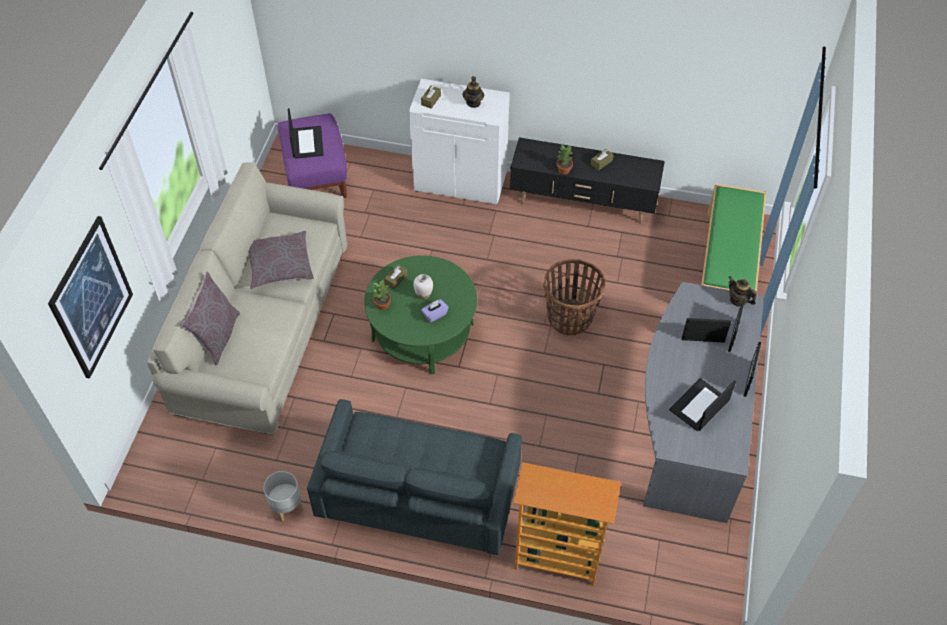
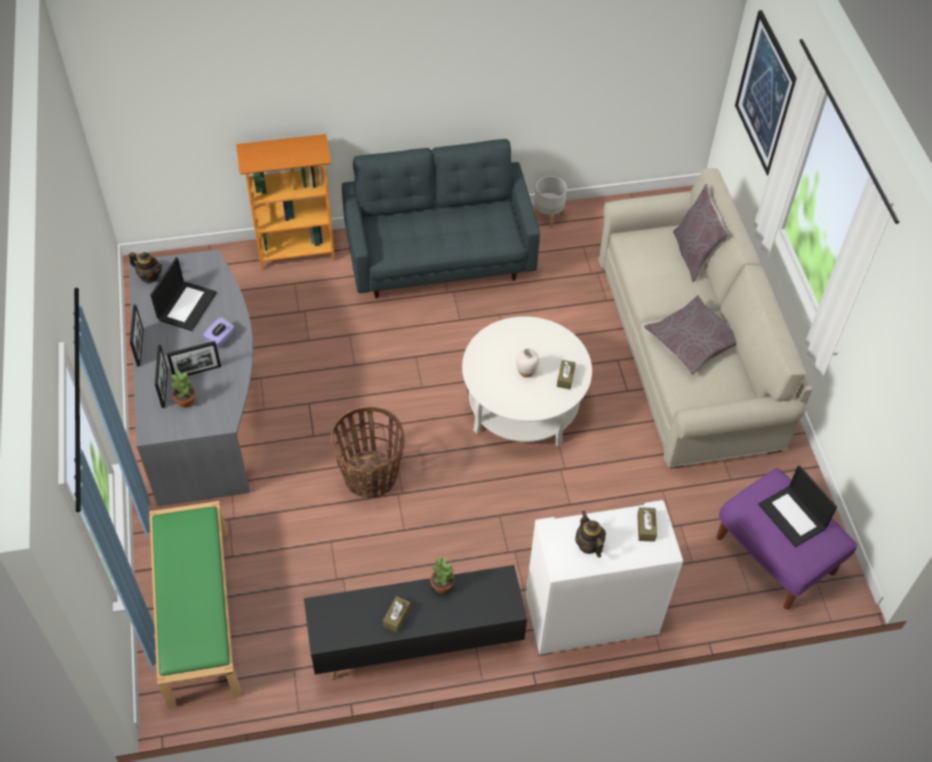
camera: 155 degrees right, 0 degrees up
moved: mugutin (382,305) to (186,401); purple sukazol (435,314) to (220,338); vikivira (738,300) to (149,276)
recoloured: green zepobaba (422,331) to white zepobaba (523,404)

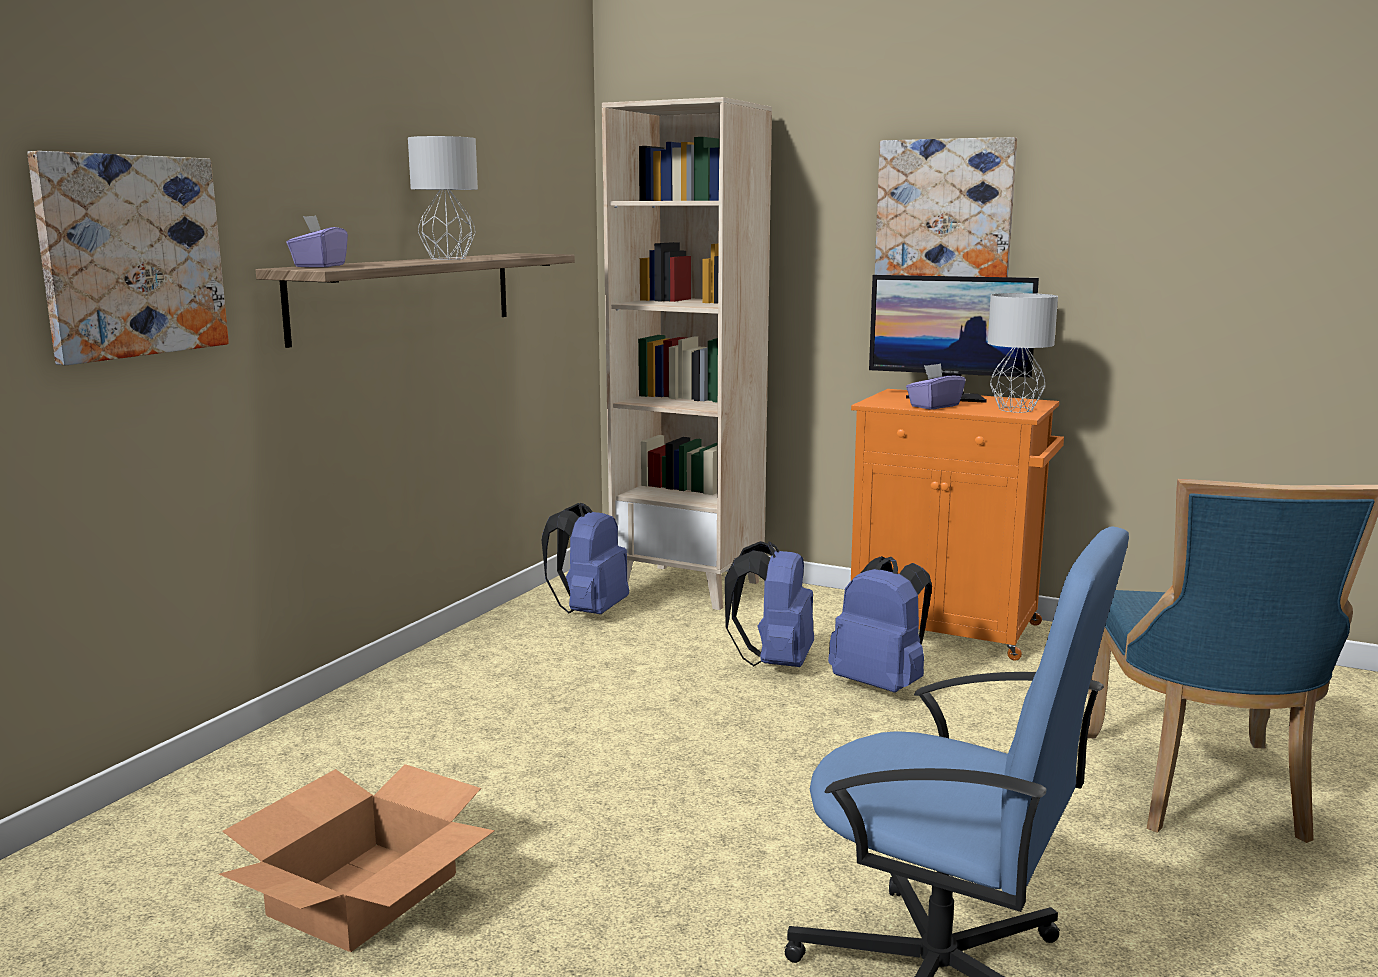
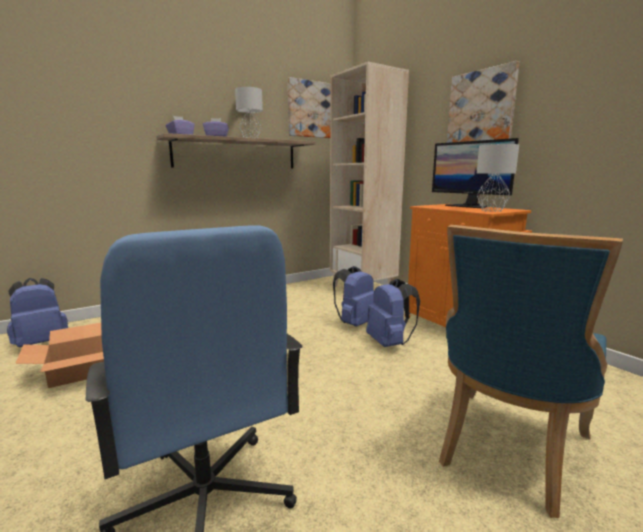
camera: 30 degrees right, 0 degrees up
moved: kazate (131,256) to (310,109); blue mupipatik (589,611) to (42,342); purple sukazol (934,406) to (216,137)

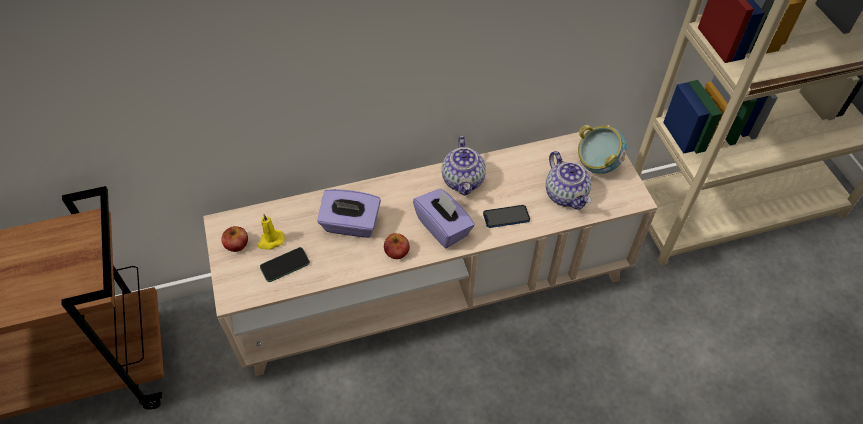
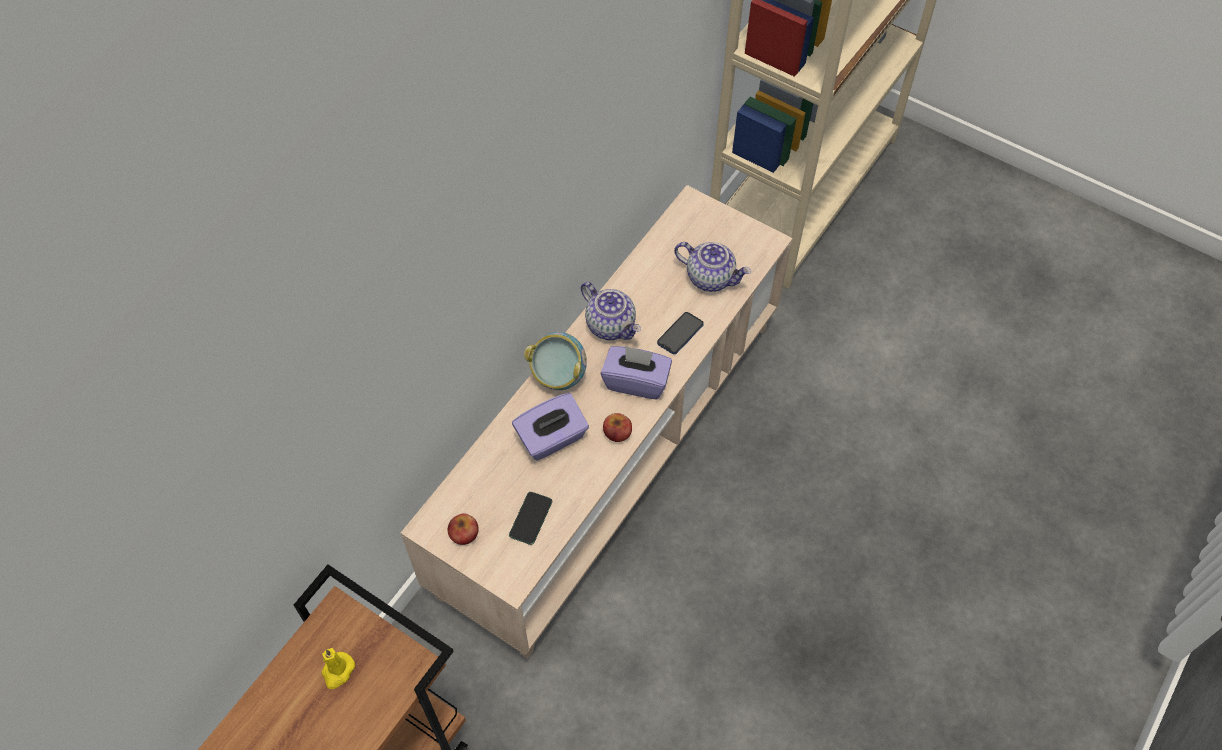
camera: 40 degrees left, 5 degrees up
moved: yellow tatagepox (270,241) to (337,671); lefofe (597,164) to (558,376)

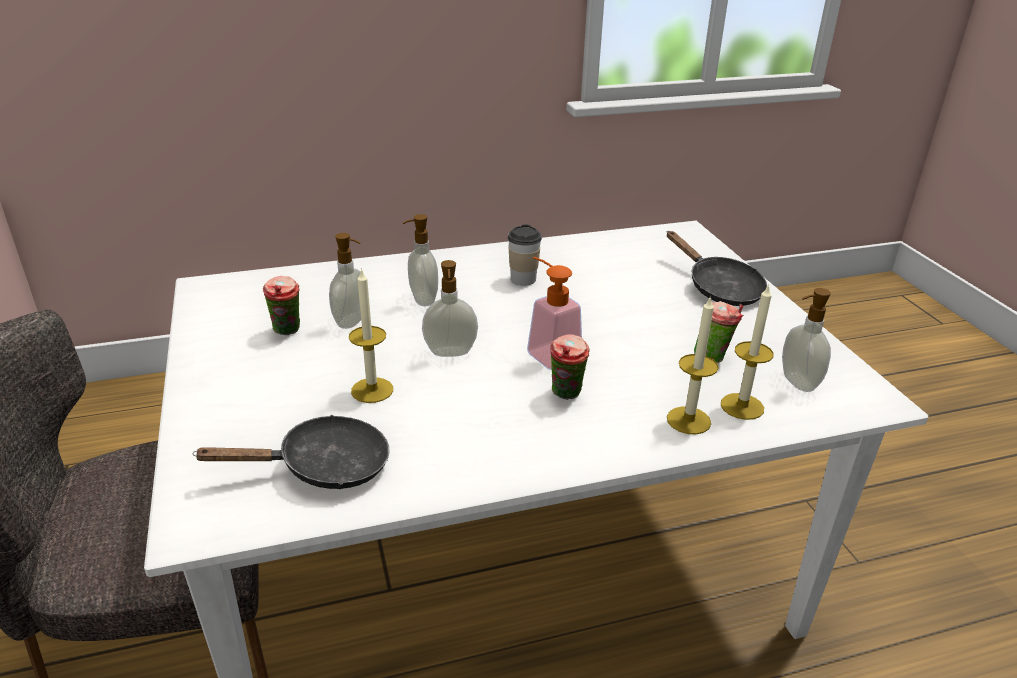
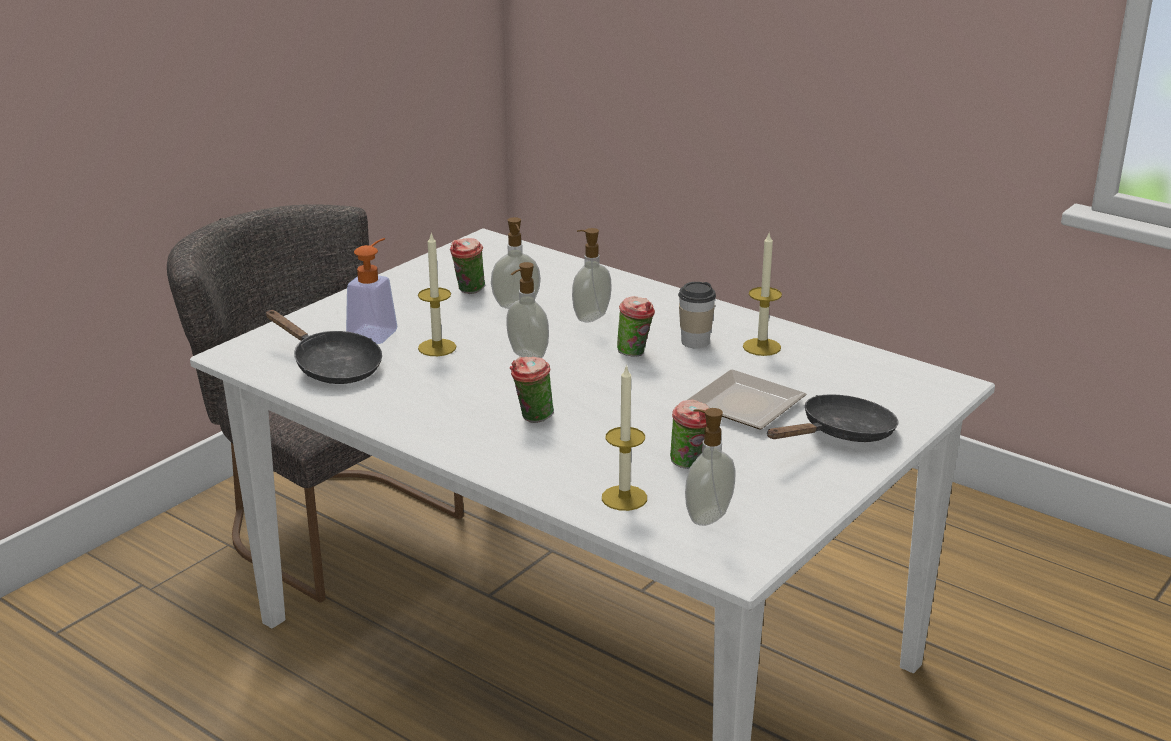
camera: 55 degrees right, 5 degrees down
added: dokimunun (635,354); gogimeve (744,403)
moved: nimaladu (548,352) to (376,331); tatagepox (688,420) to (761,347)
turned: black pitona (719,288) = (841,434) 150 degrees counterclockwise

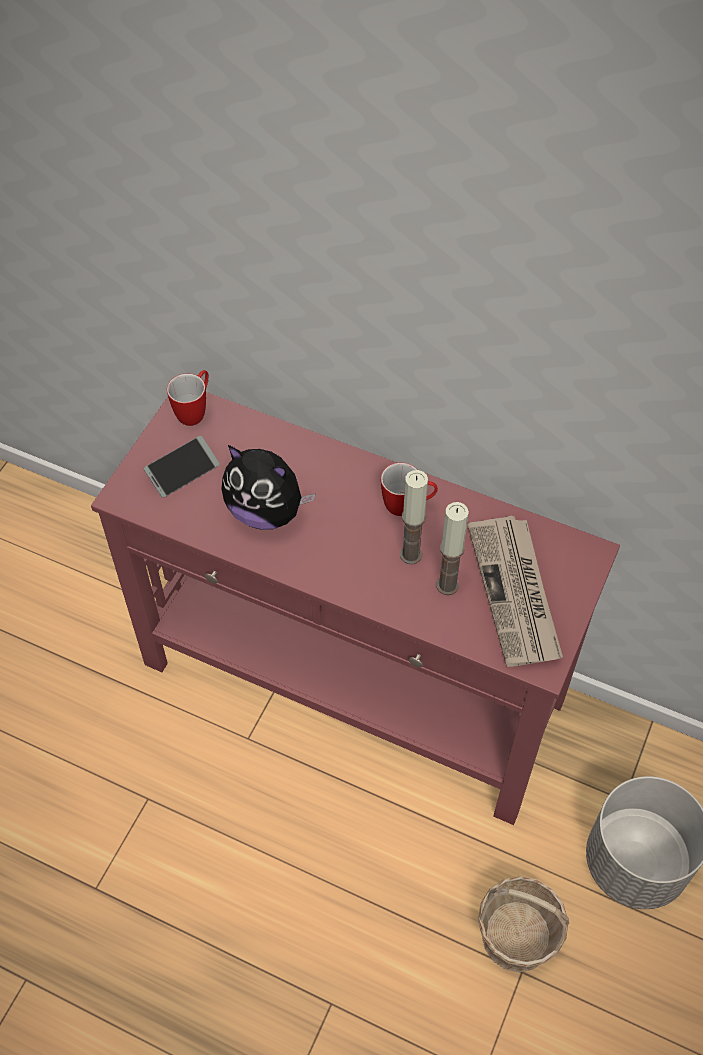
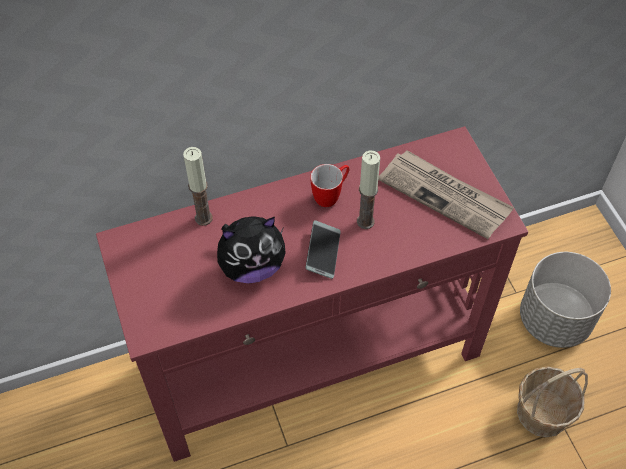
camera: 45 degrees left, 0 degrees up
removed: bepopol (195,411)
moved: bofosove (182,471) to (323,253); tatagepox (447,585) to (203,218)

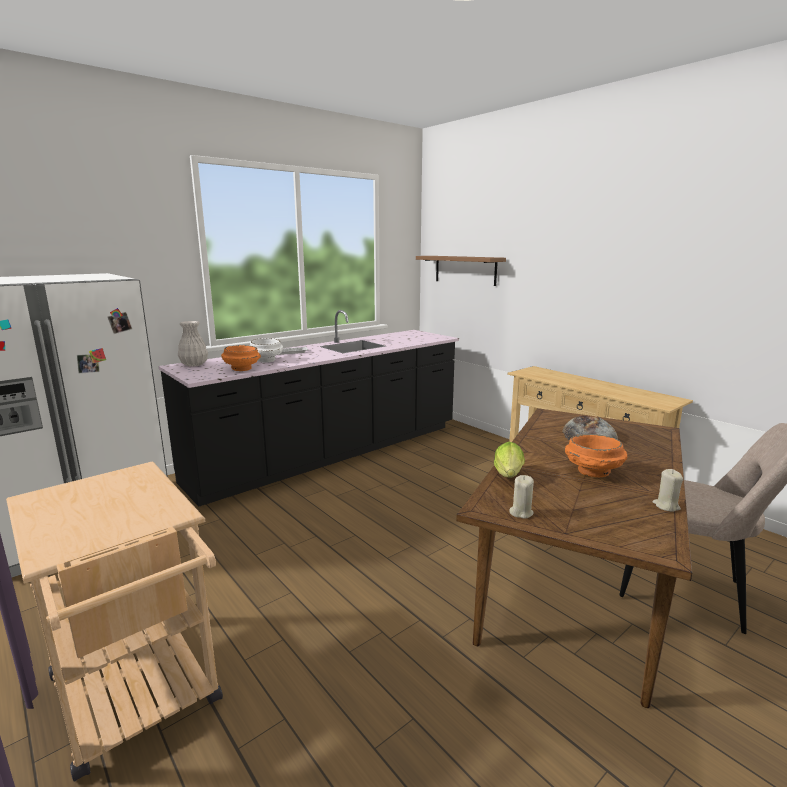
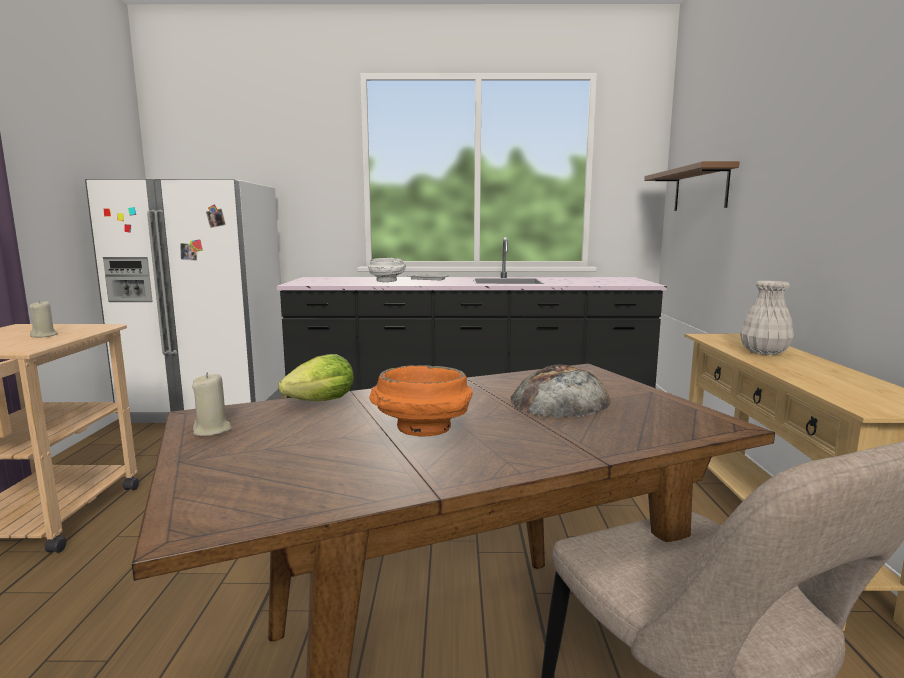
camera: 40 degrees right, 5 degrees down
removed: orange lefofe (242,369)
moved: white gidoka (194,364) to (765,352); beige tatagepox (666,506) to (44,335)

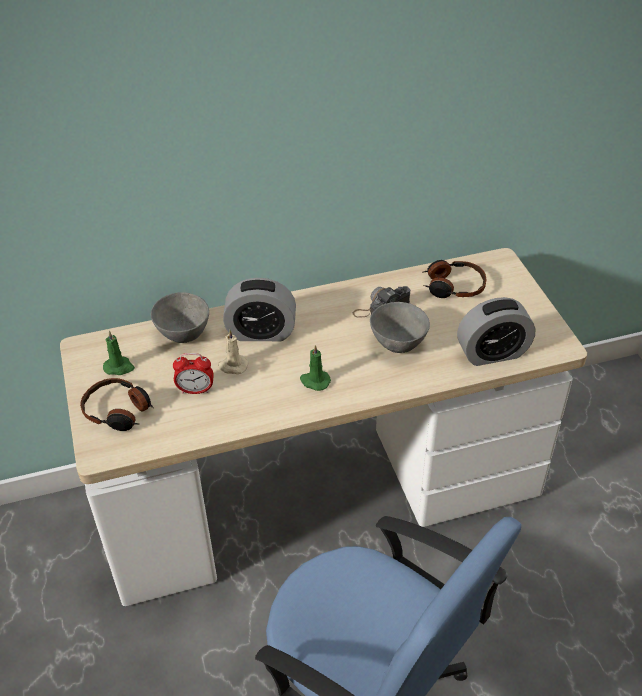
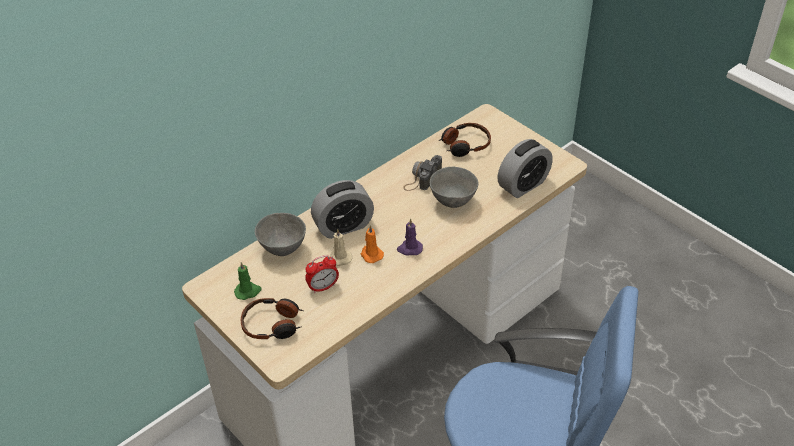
camera: 25 degrees left, 0 degrees up
added: orange tatagepox (371,254)
recoloured: green tatagepox (314,381) to purple tatagepox (409,249)

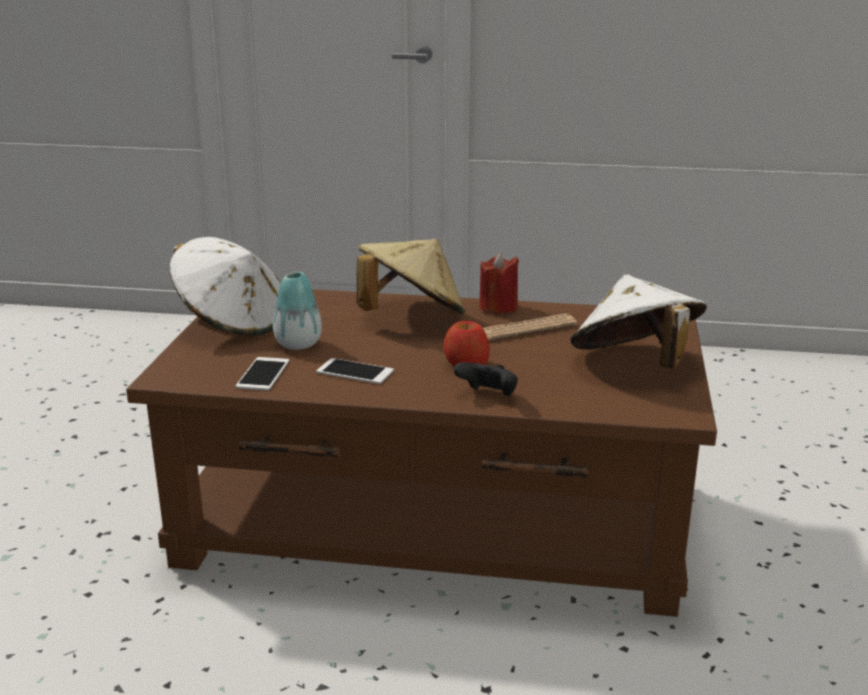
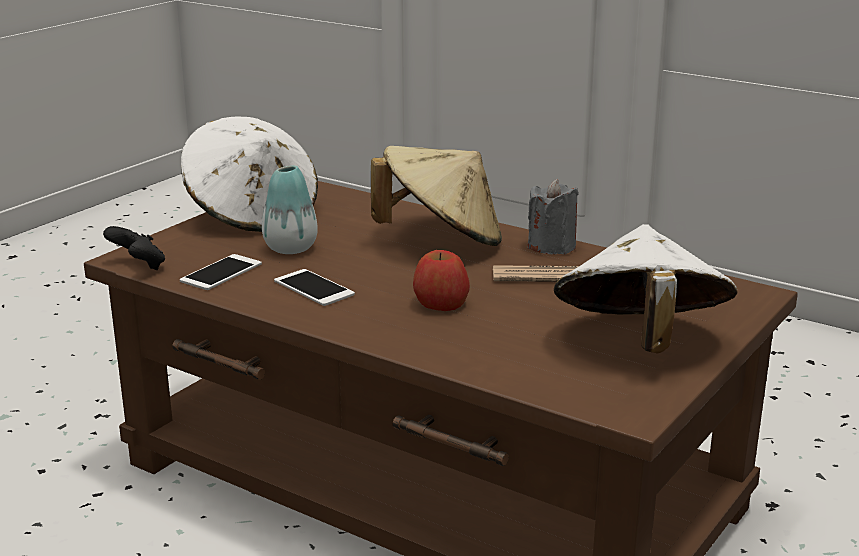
camera: 25 degrees right, 0 degrees up
moved: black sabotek (488,396) to (139,267)
recoloured: red tatagepox (498,307) to grey tatagepox (551,246)

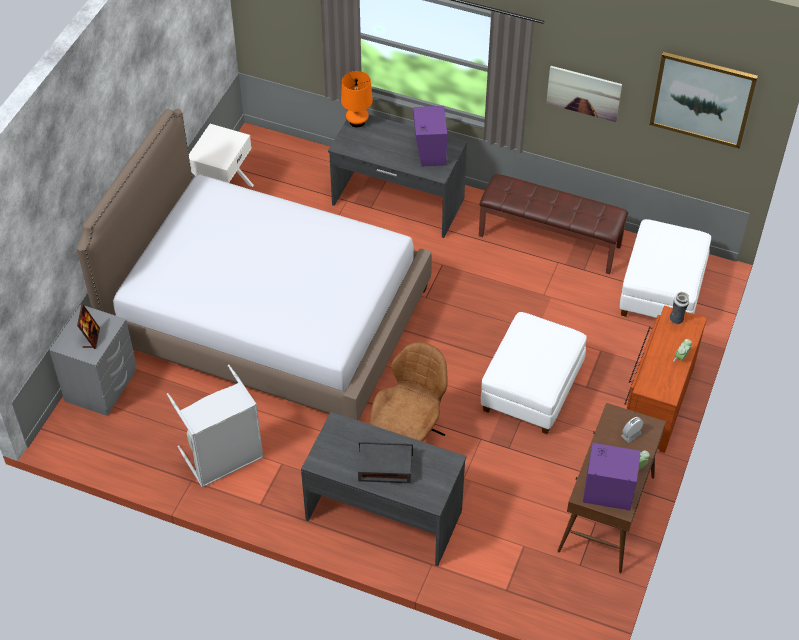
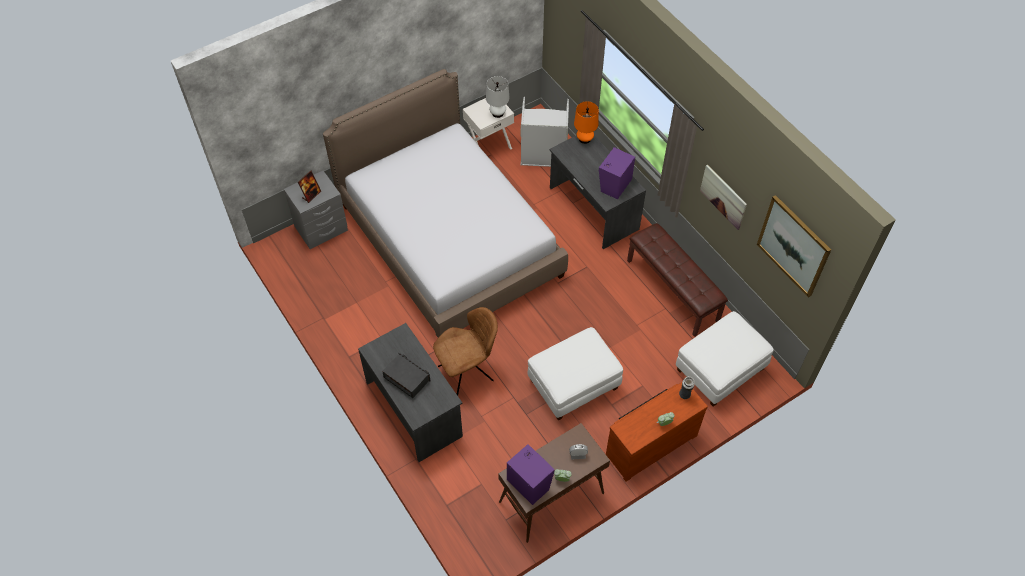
camera: 35 degrees right, 5 degrees up
added: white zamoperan (497,113)
moved: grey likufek (224,459) to (543,157)

